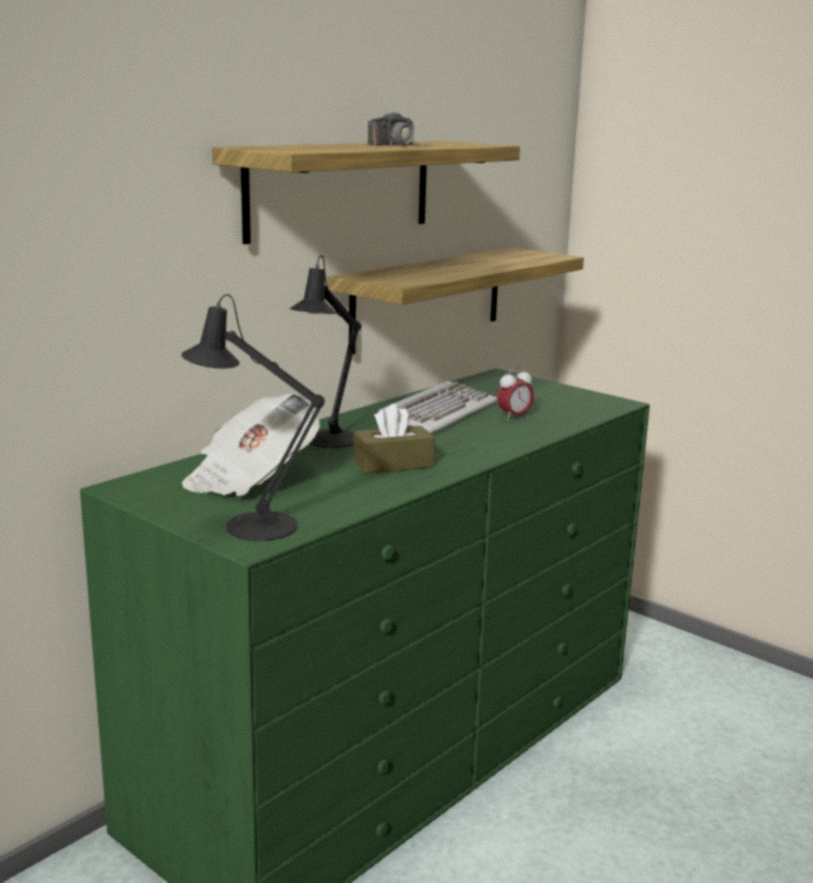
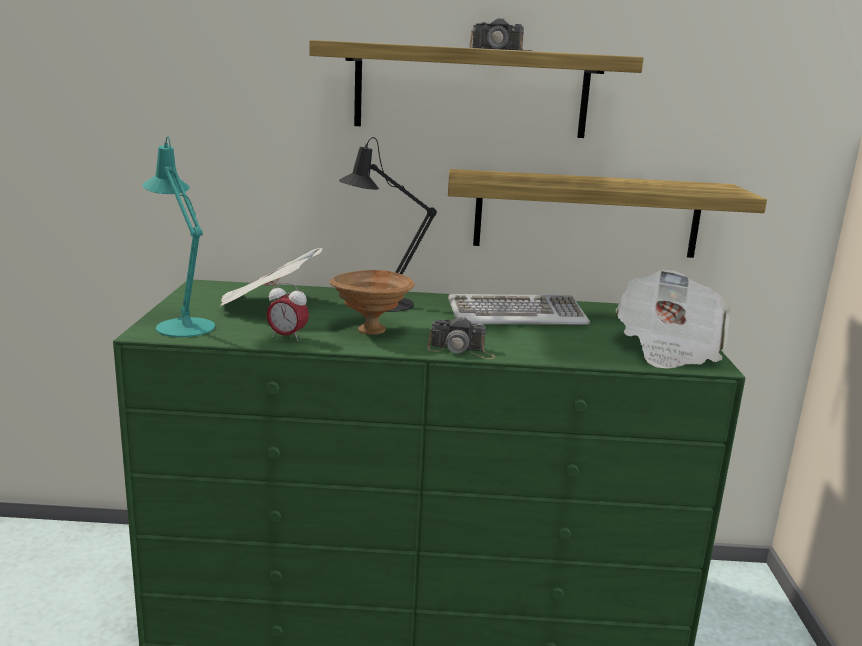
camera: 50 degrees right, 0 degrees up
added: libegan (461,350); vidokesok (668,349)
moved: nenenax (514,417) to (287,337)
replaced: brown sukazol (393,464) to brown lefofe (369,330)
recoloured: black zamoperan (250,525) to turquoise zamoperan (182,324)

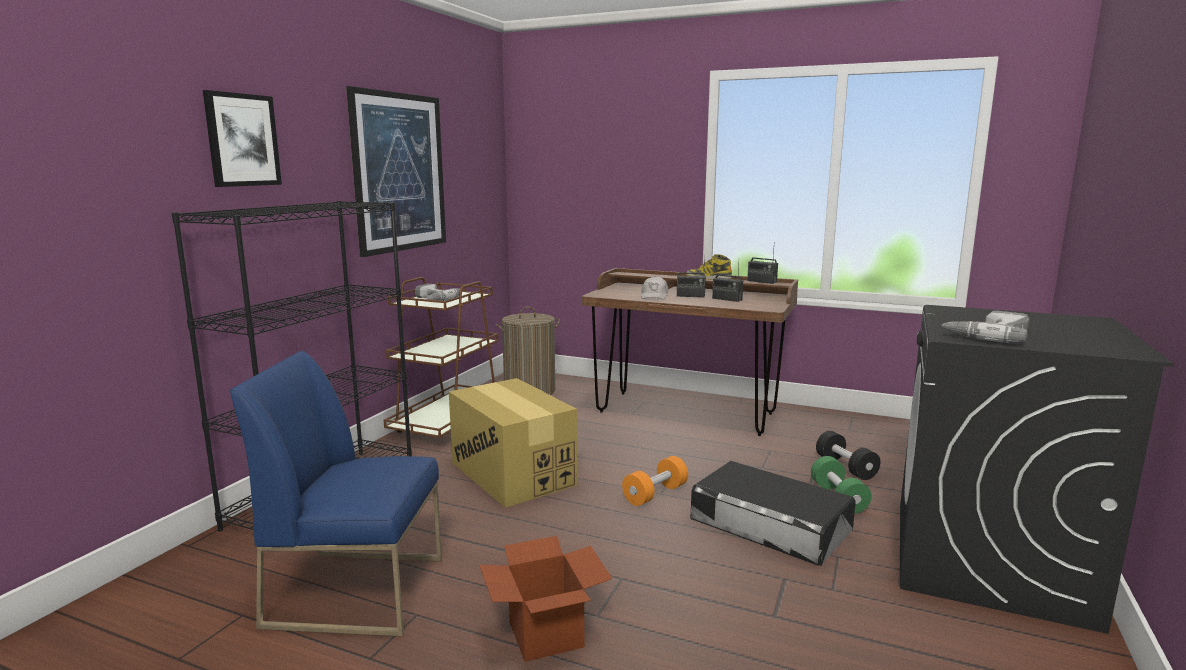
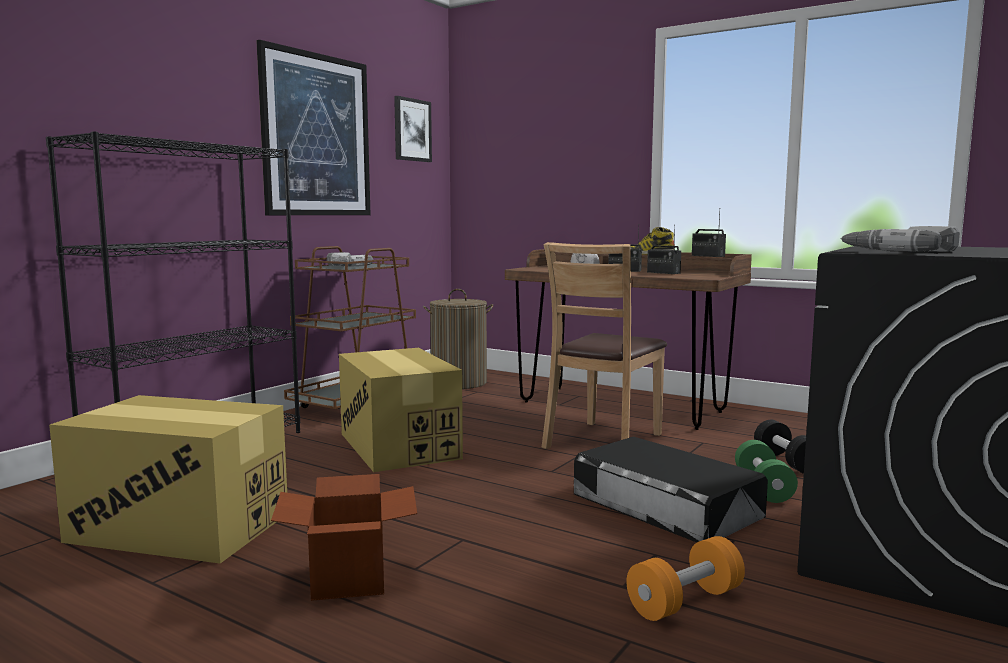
camera: 10 degrees right, 5 degrees down
added: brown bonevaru (603,441)
moved: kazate (242,140) to (412,130); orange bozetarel (655,494) to (685,601)
replaced: blue bonevaru (358,590) to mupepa (179,527)

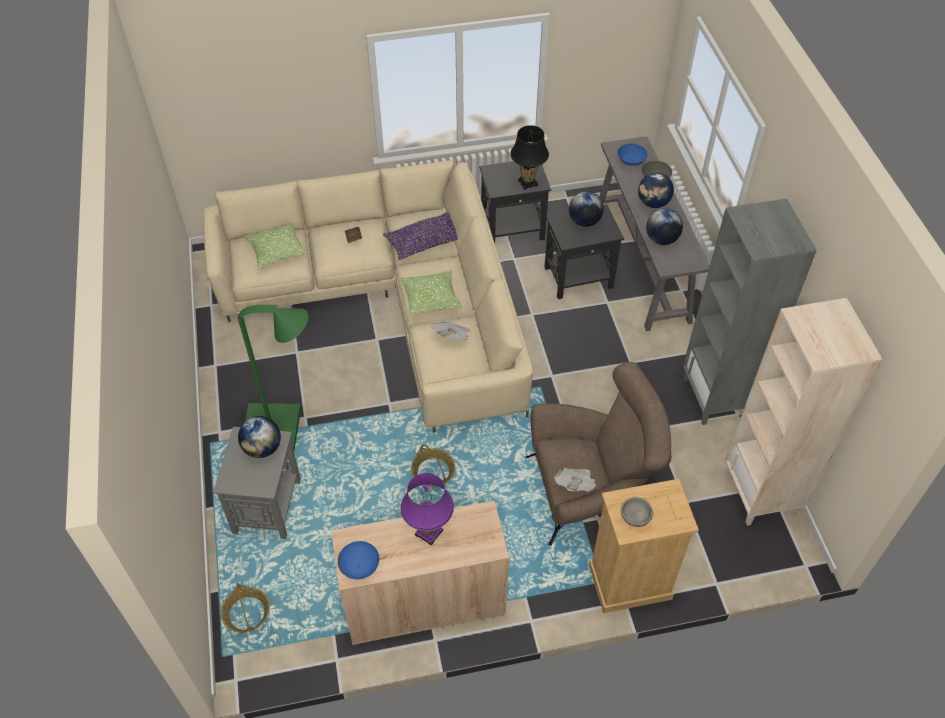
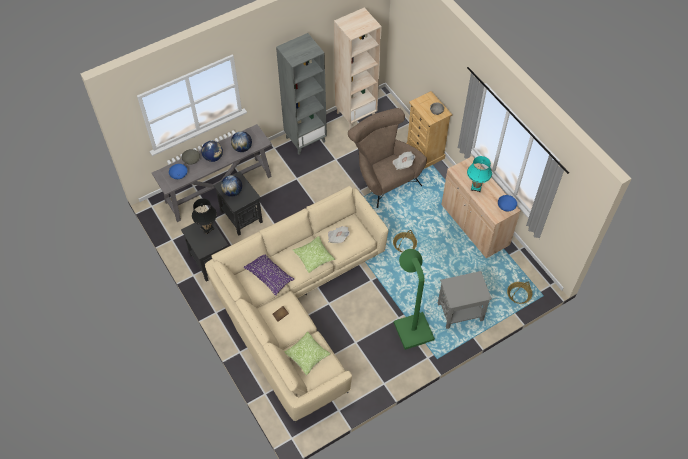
camera: 110 degrees left, 5 degrees up
removed: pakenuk (262,448)
recoloured: purple zamoperan (429,532) to turquoise zamoperan (476,187)

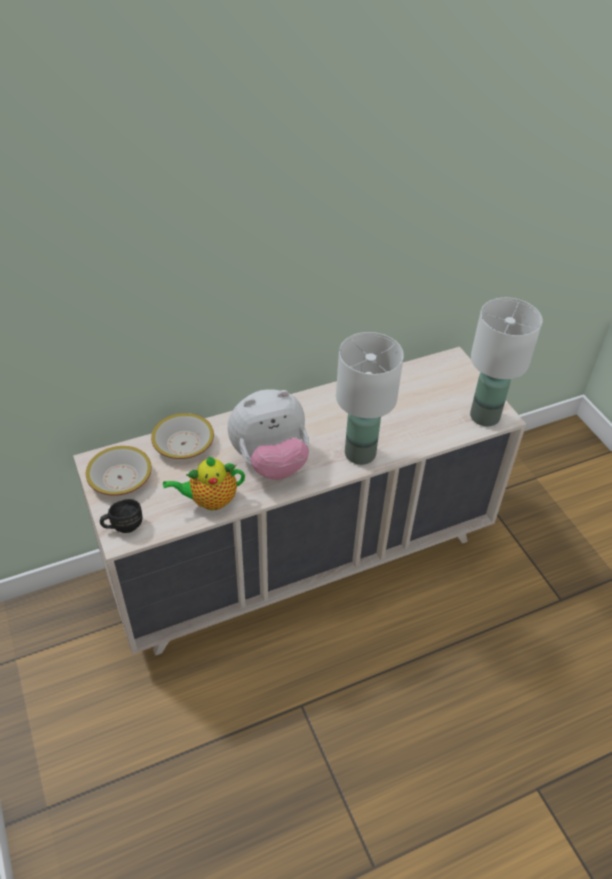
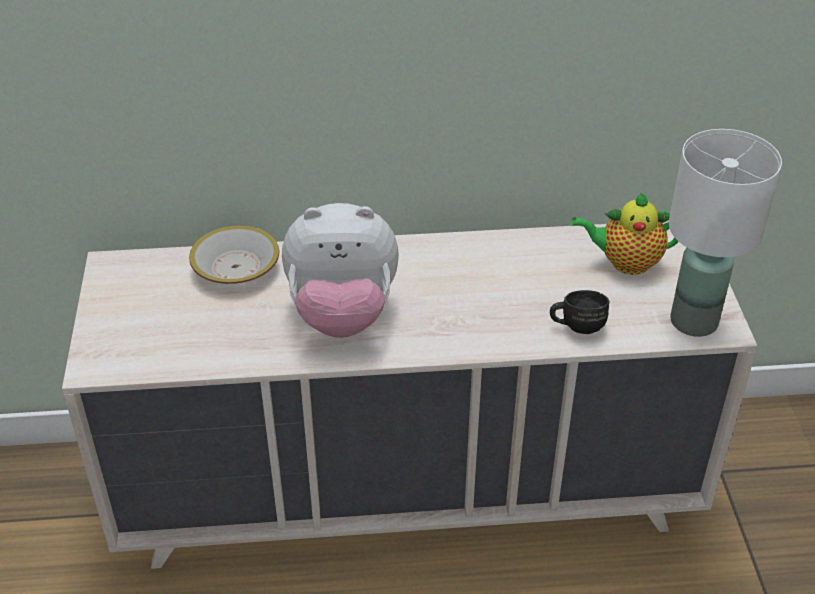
camera: 20 degrees right, 5 degrees down
removed: lefofe (120,478); white zamoperan (359,453)
moved: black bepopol (123,525) to (577,325); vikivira (210,500) to (625,262)

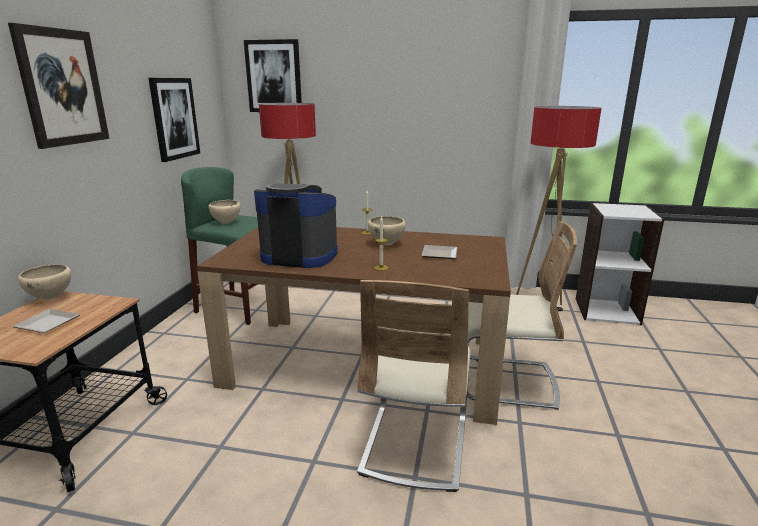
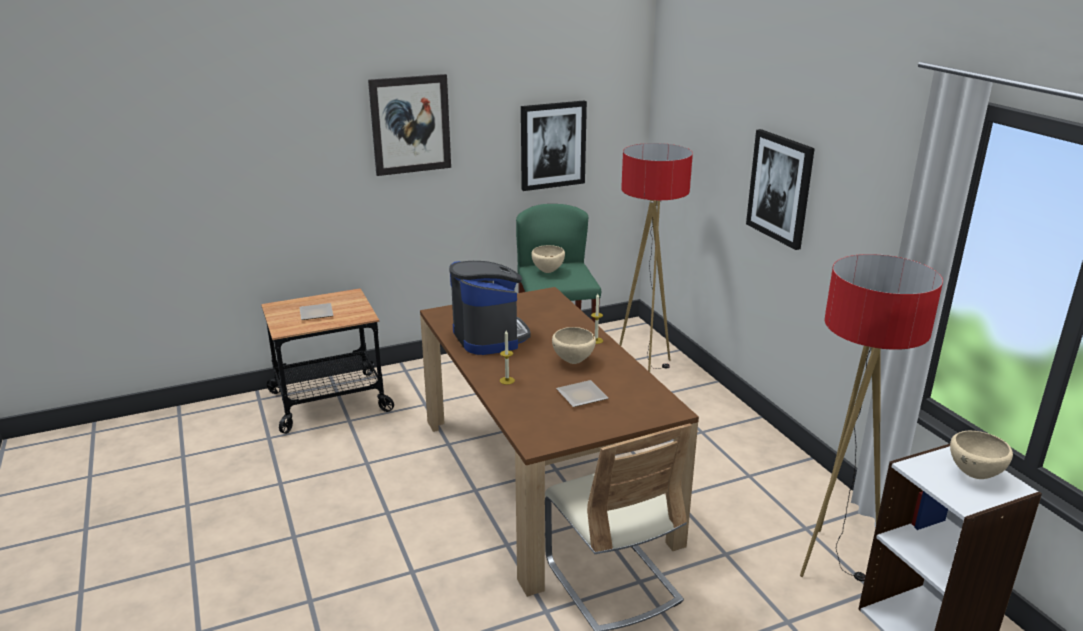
camera: 55 degrees right, 5 degrees up
removed: beige bonevaru (415,444)
moved: beige lefofe (51,298) to (974,475); kazate (274,76) to (780,188)

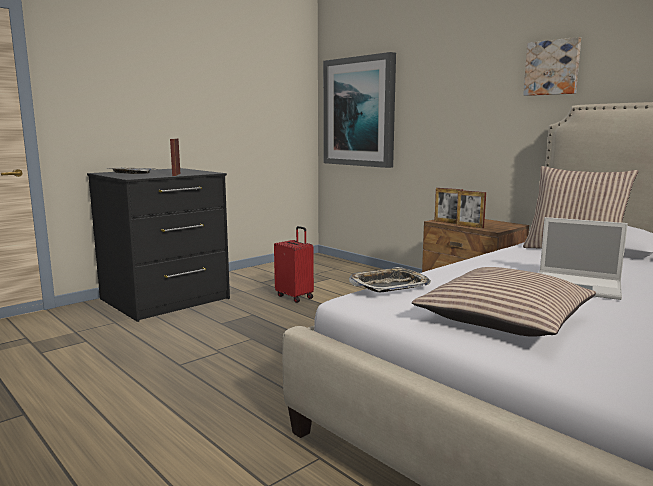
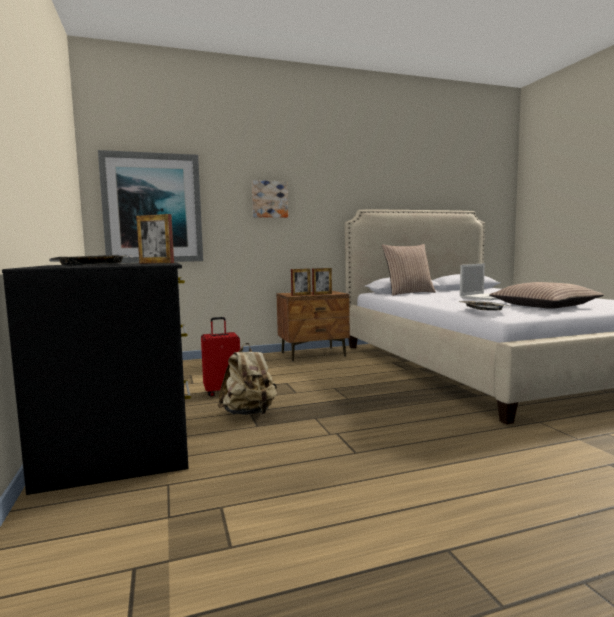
camera: 65 degrees left, 5 degrees down
added: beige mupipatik (249,413)
moved: kazate (552,68) to (269,199)

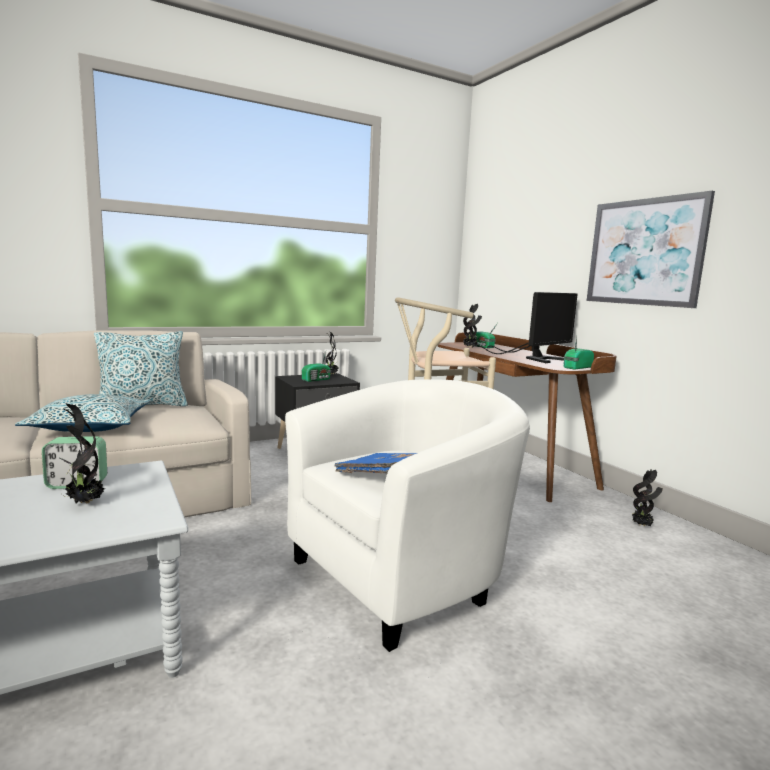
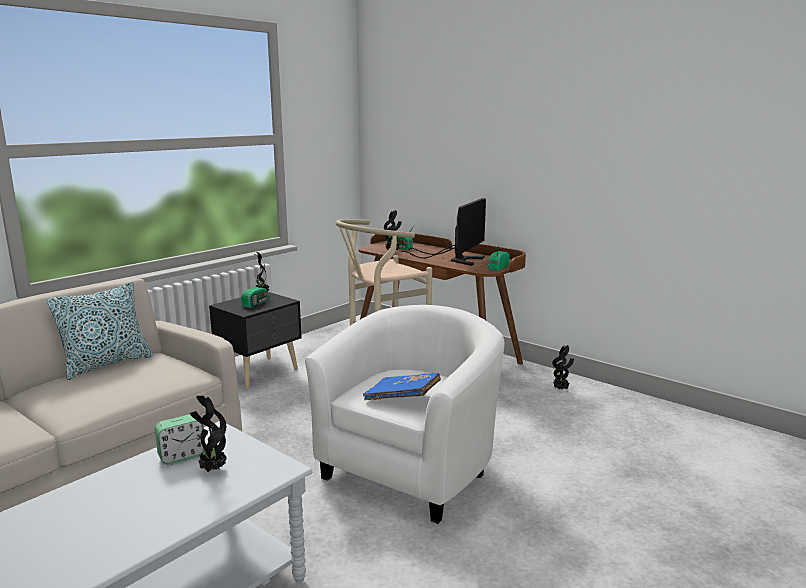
camera: 20 degrees left, 5 degrees up
removed: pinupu (90,426); kazate (644,252)

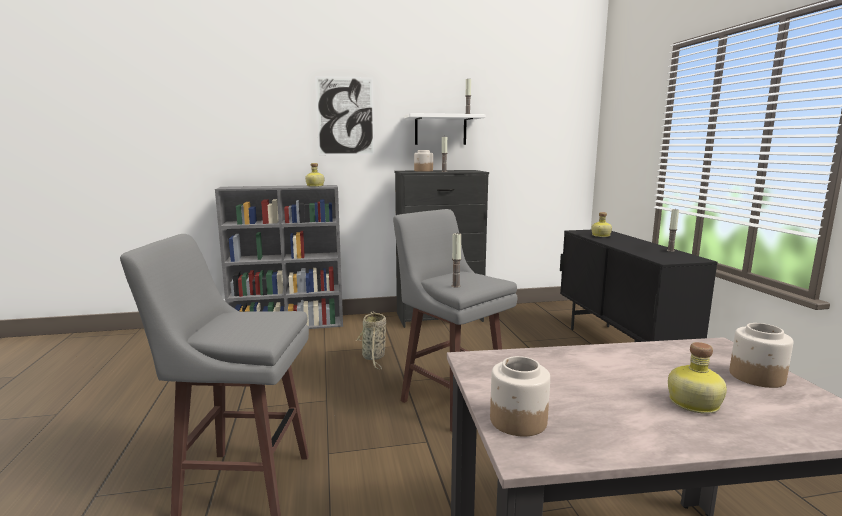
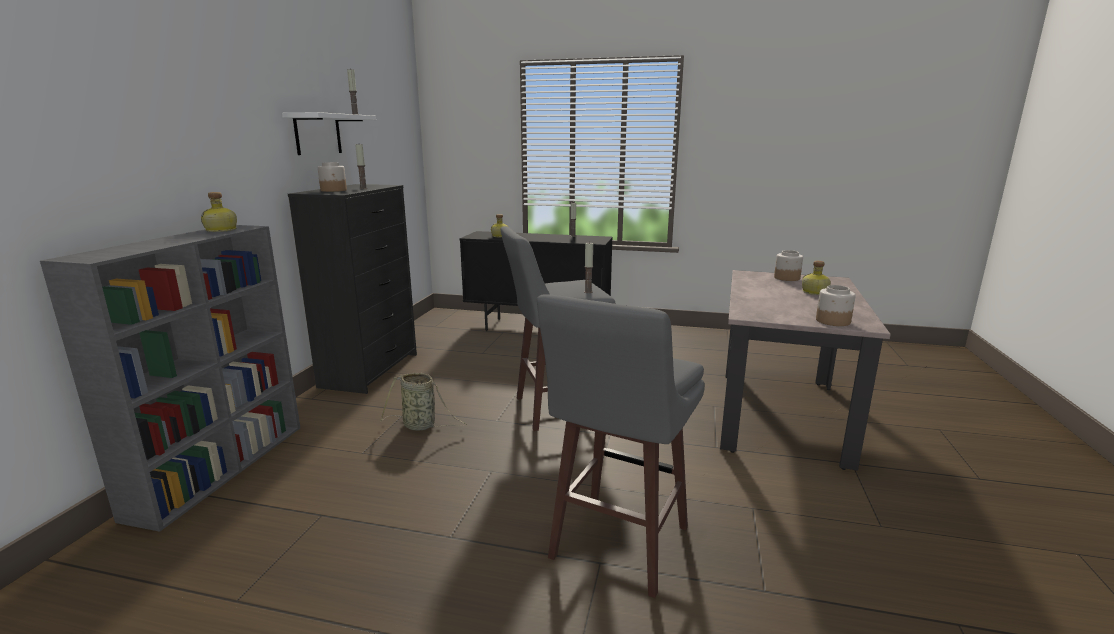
camera: 65 degrees left, 5 degrees up
removed: kazate (345,116)

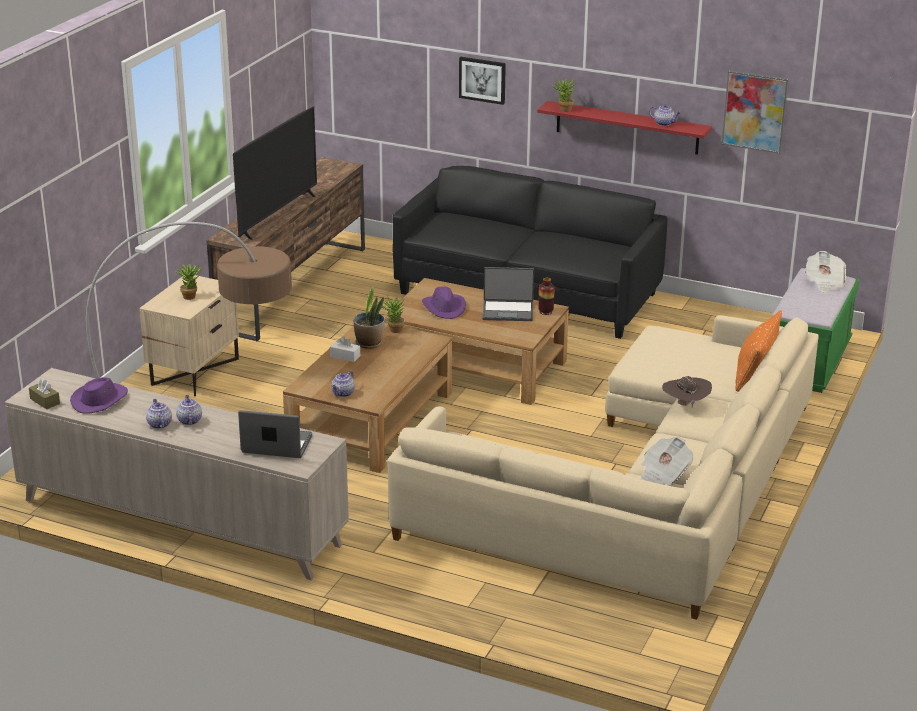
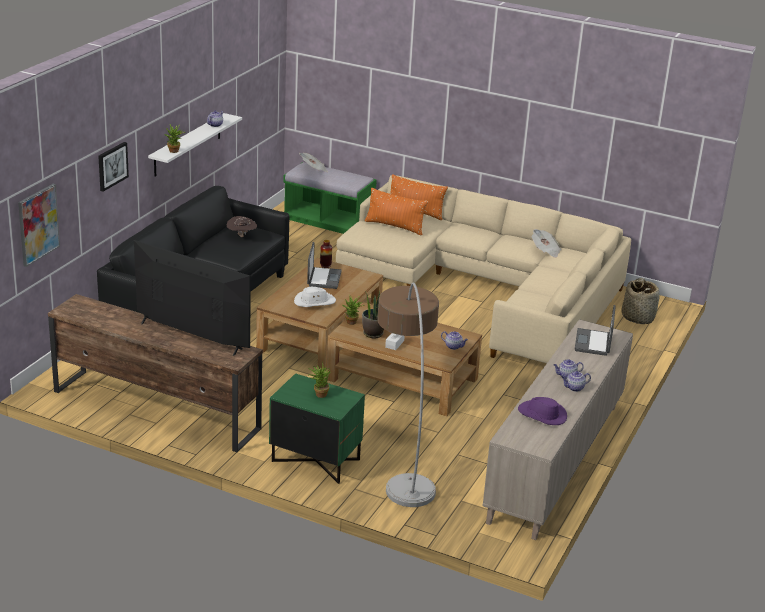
camera: 90 degrees left, 0 degrees up
removed: brown sukazol (45,401)
added: orange pinupu (395,226); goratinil (638,317)
moved: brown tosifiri (685,405) to (241,236); kazate (755,111) to (38,224)
recoloured: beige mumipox (194,371) to green mumipox (315,461); purple tosifiri (444,308) to white tosifiri (314,301); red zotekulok (627,127) to white zotekulok (187,145)

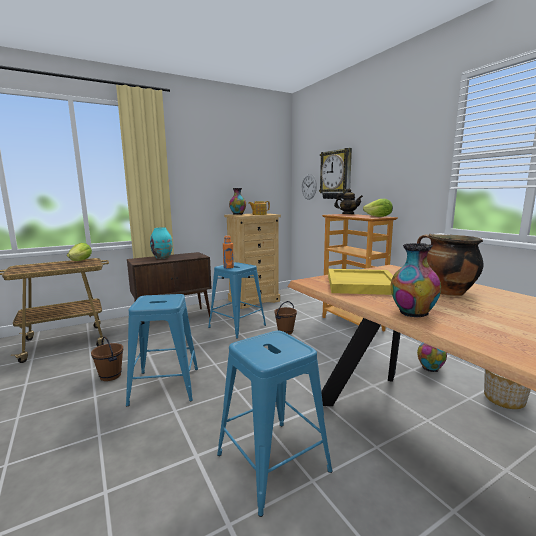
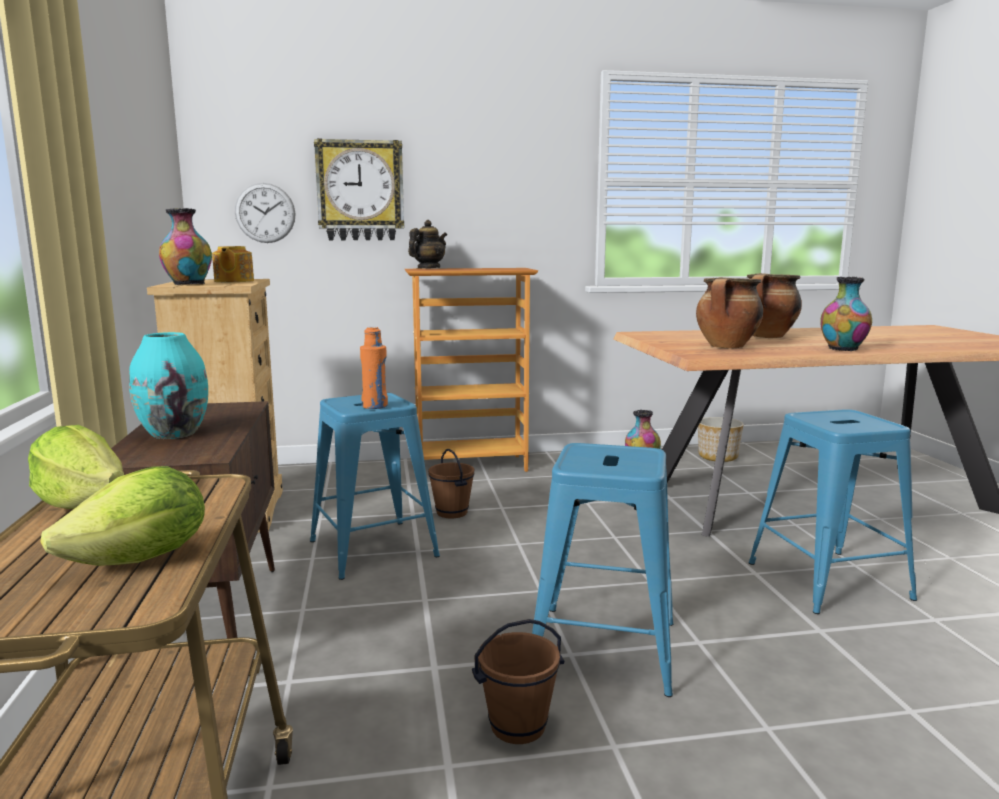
camera: 70 degrees left, 0 degrees up
moved: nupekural (378,217) to (142,560)
replaced: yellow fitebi (360,285) to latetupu (727,347)

